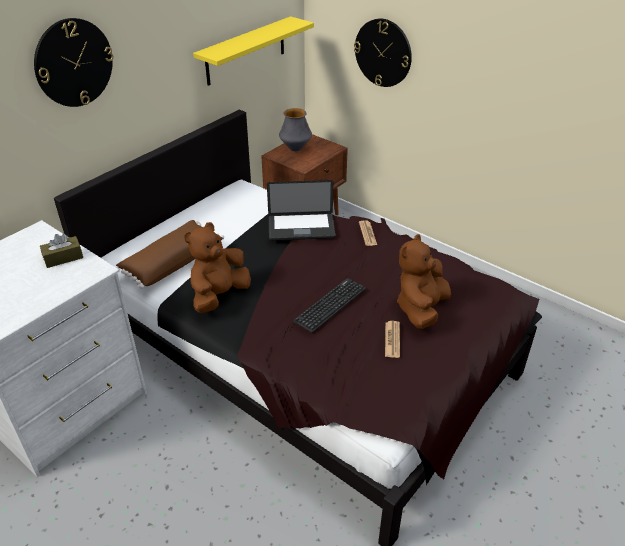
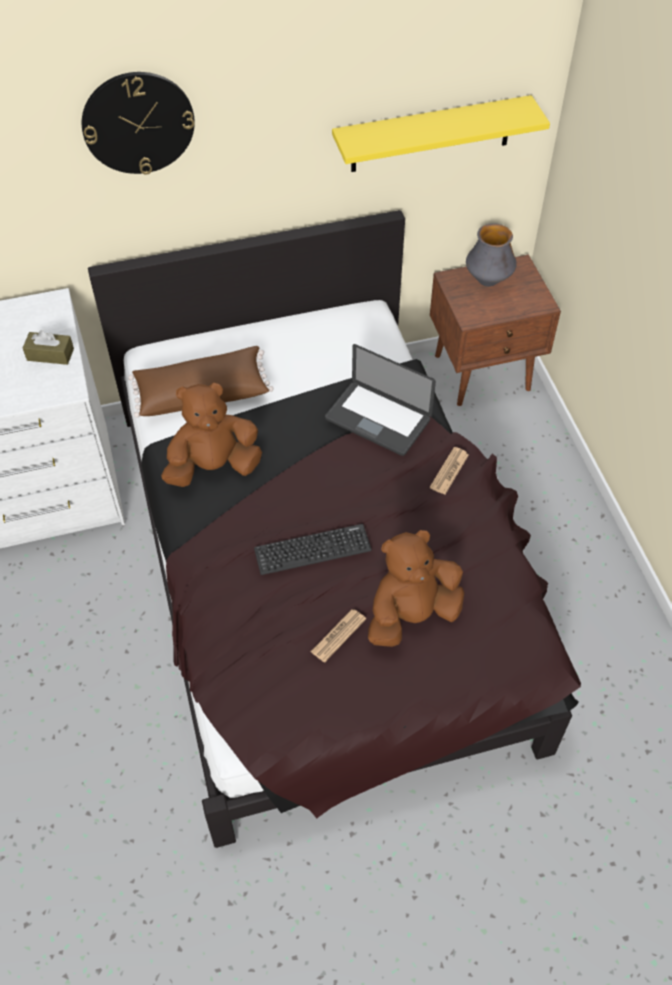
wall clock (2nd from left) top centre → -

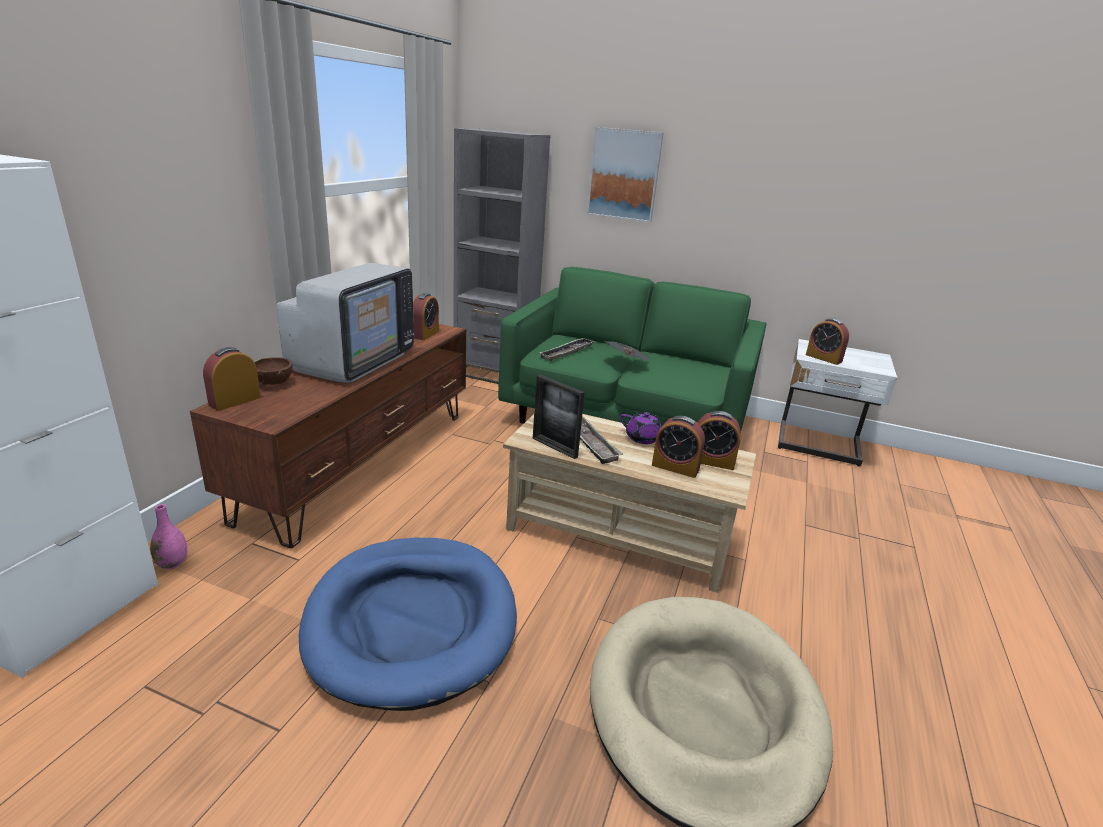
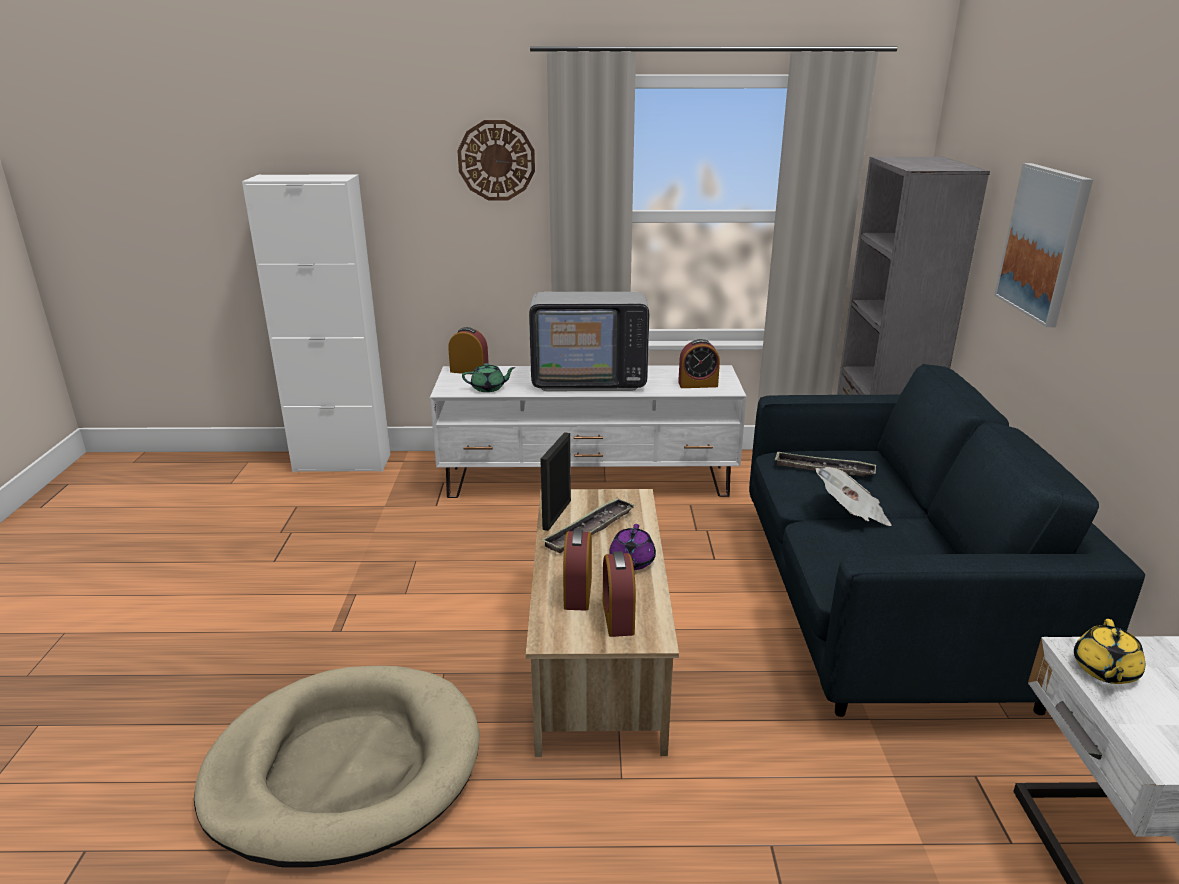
sofa/green centre → sofa/blue middle right
alarm clock (5th from left) middle right → teapot/yellow bottom right
tv stand/brown middle left → tv stand/white centre
bowl/brown middle left → -
vase/pink middle left → -
dog bed/blue bottom centre → -
- → wall clock top centre
- → teapot/green centre

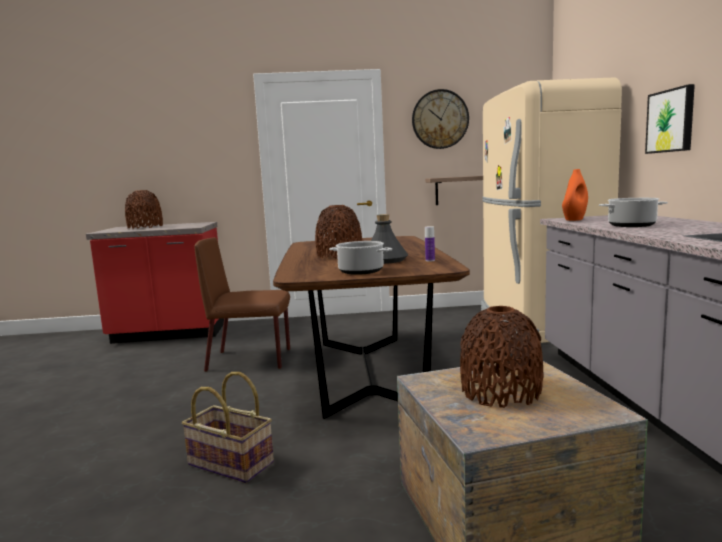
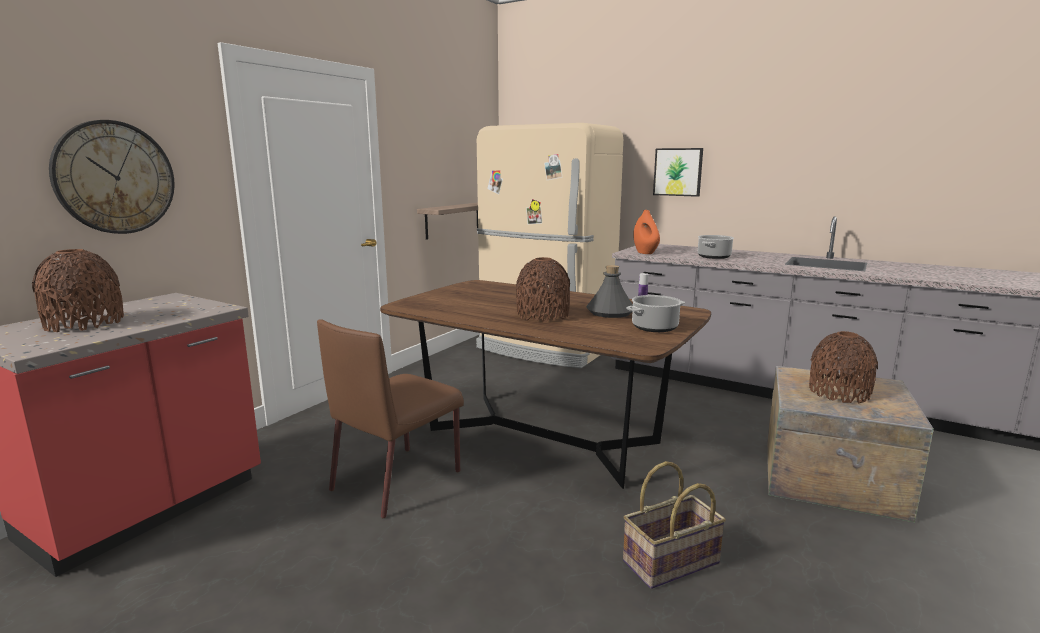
wall clock top centre → wall clock top left, moved

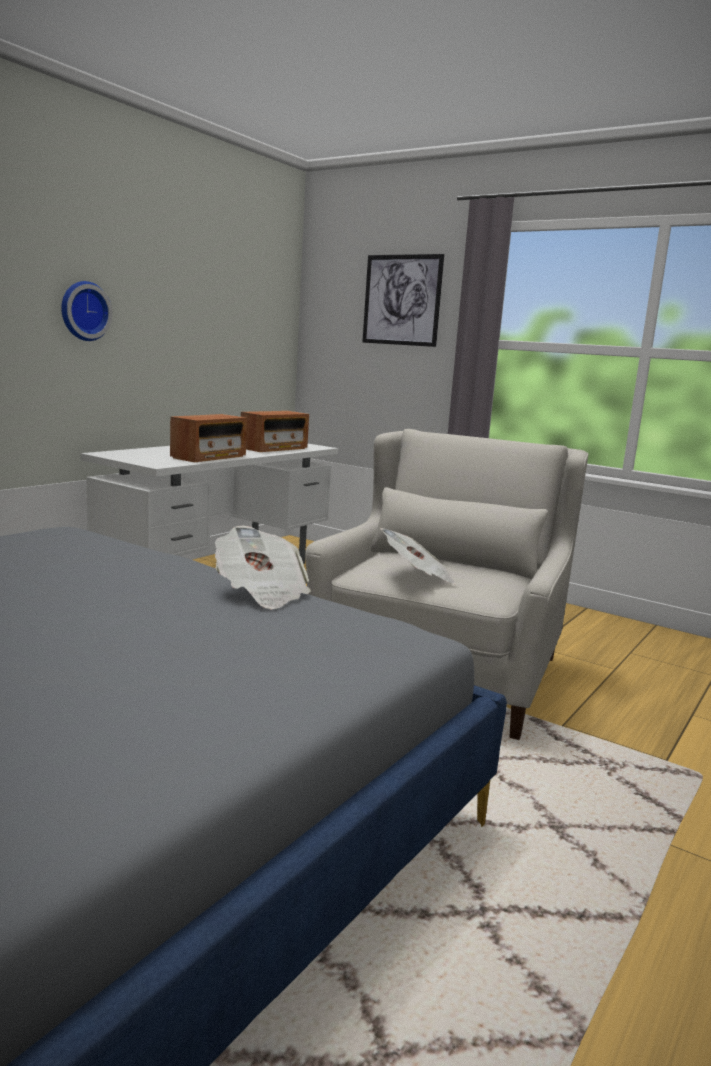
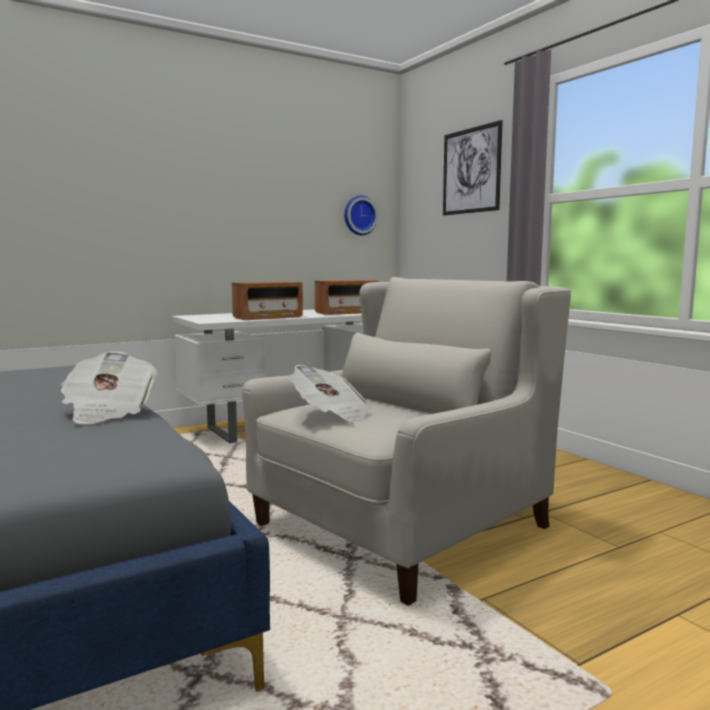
wall clock top left → wall clock top centre, moved

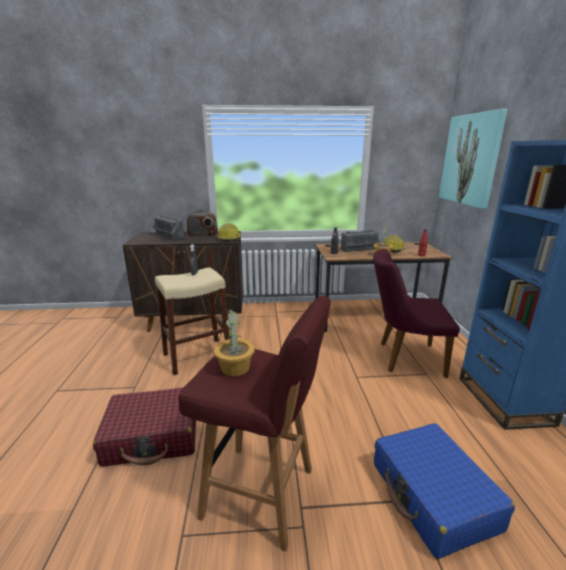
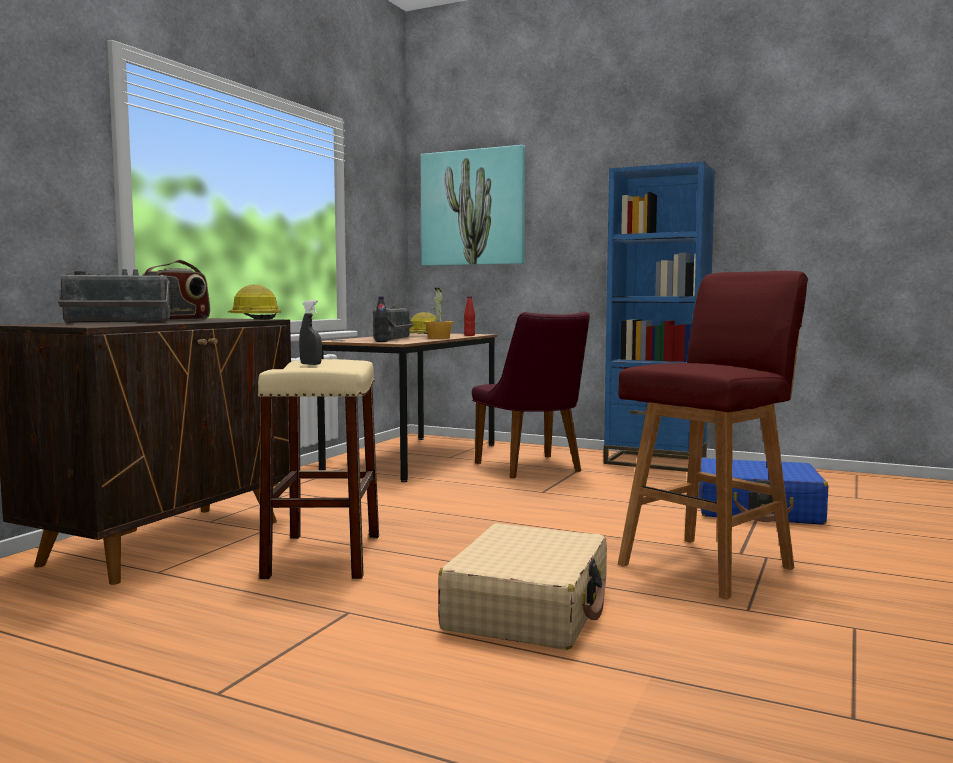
chair/purple middle right → chair/purple centre, 60 degrees counterclockwise
potted plant (1st from left) centre → -
suitcase/red bottom left → suitcase/beige bottom centre

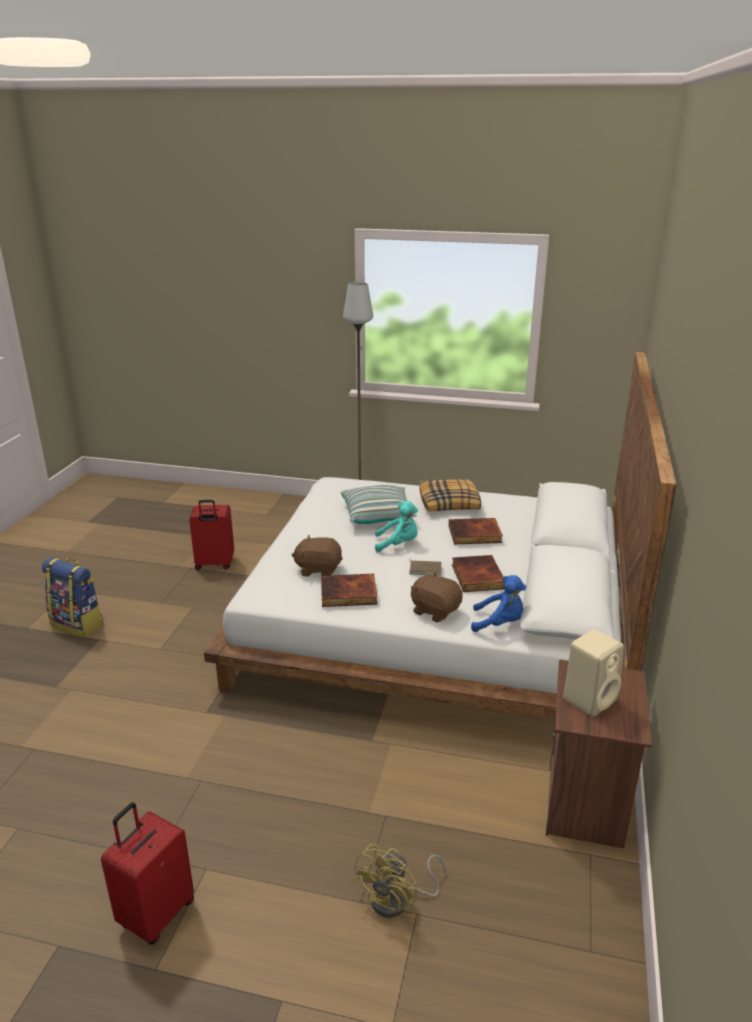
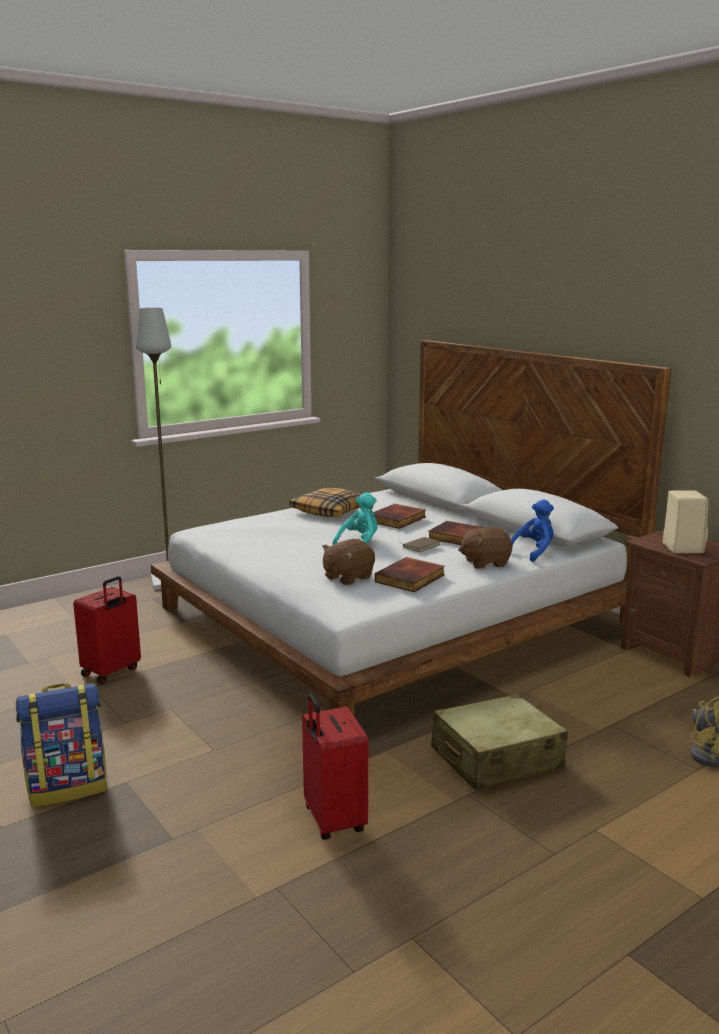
pillow (1st from left) centre → -
suitcase/red (1st from left in the first image) bottom left → suitcase/red (2nd from left) bottom centre, moved
- → suitcase/beige bottom right

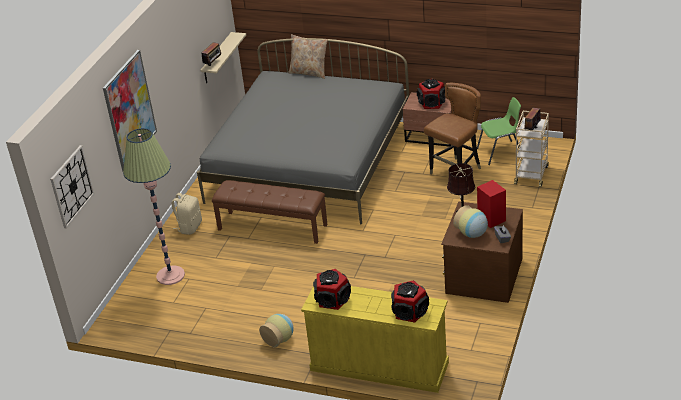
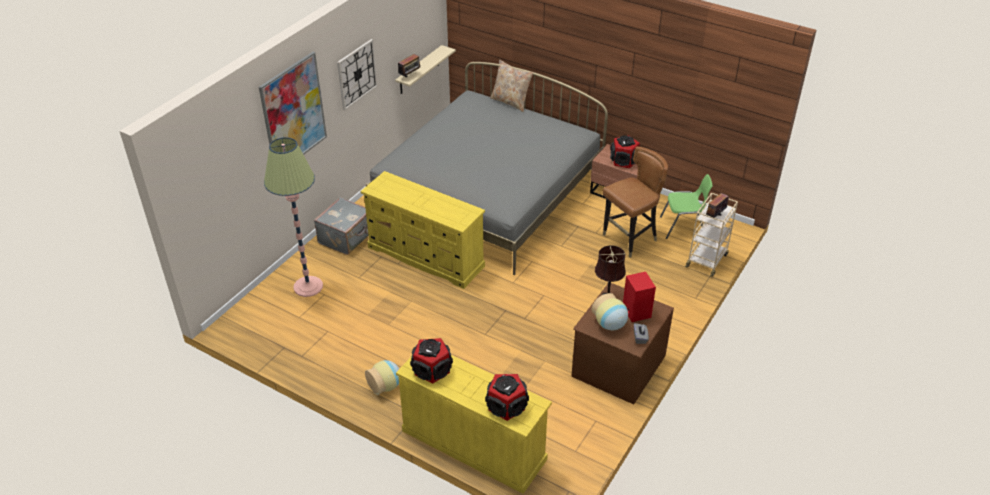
wall clock middle left → wall clock top centre, moved
bench/brown centre → dresser/yellow (1st from left) centre
backpack/beige middle left → suitcase/grey centre

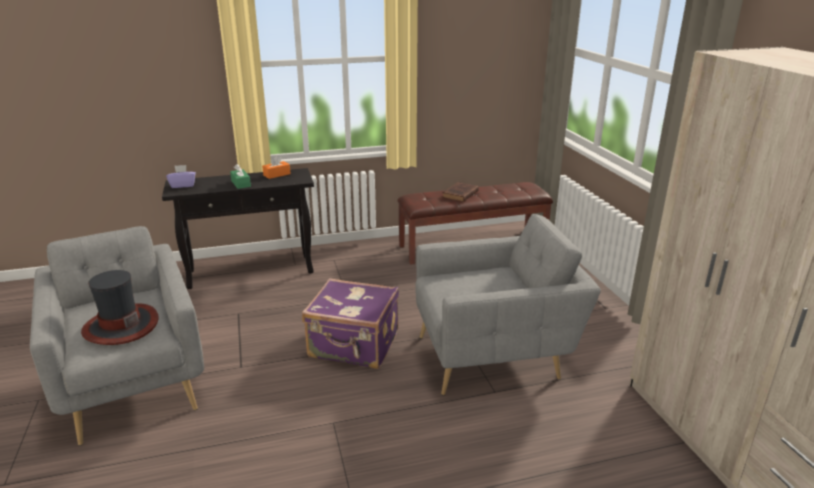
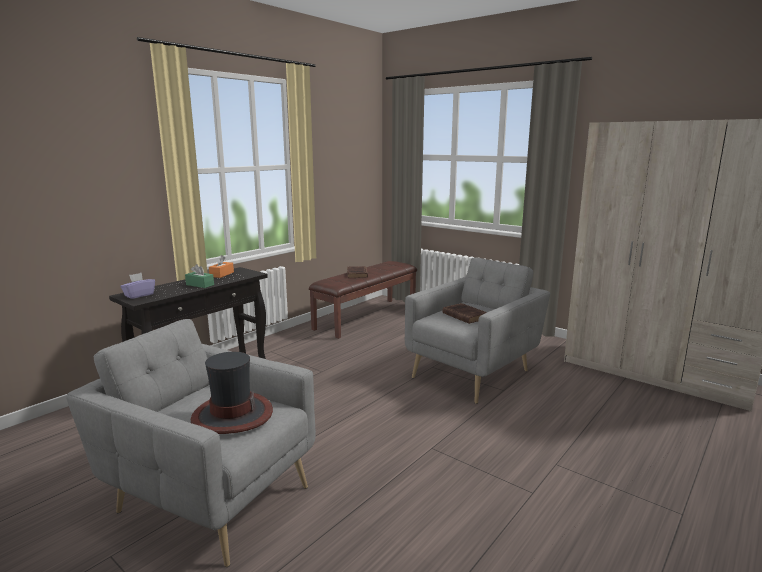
suitcase/purple centre → -
- → book/brown (2nd from left) centre

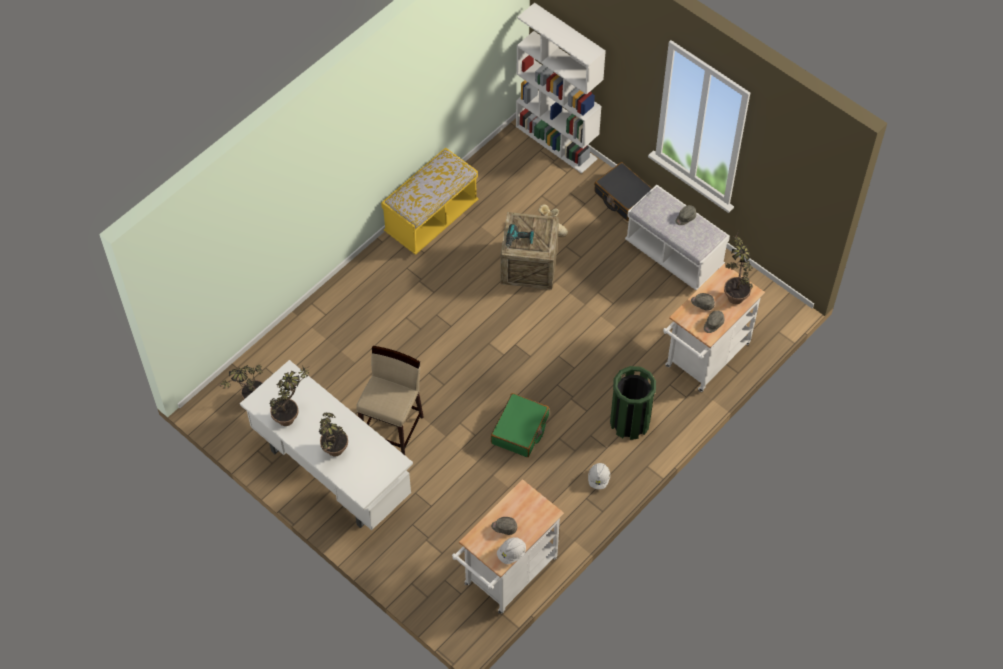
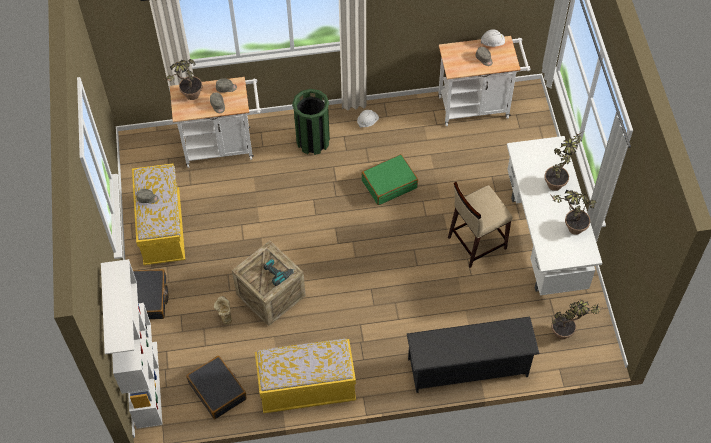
bench/white middle right → bench/yellow (1st from left) middle left
- → shoe rack/black bottom centre
- → suitcase/black (2nd from left) bottom left

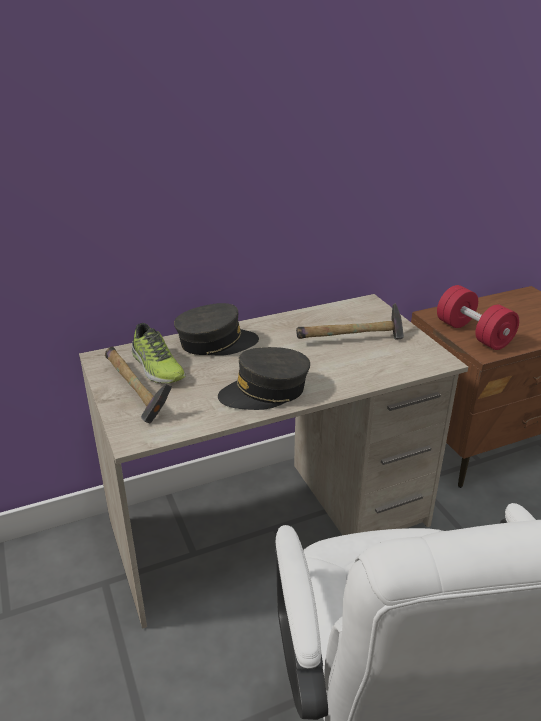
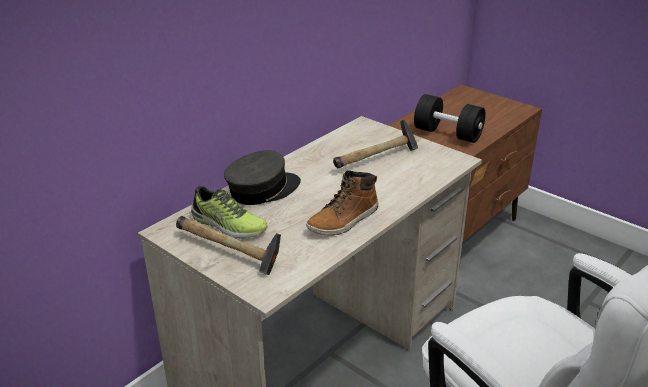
dumbbell/red middle right → dumbbell/black top right
cap/grey (2nd from left) centre → boot centre

